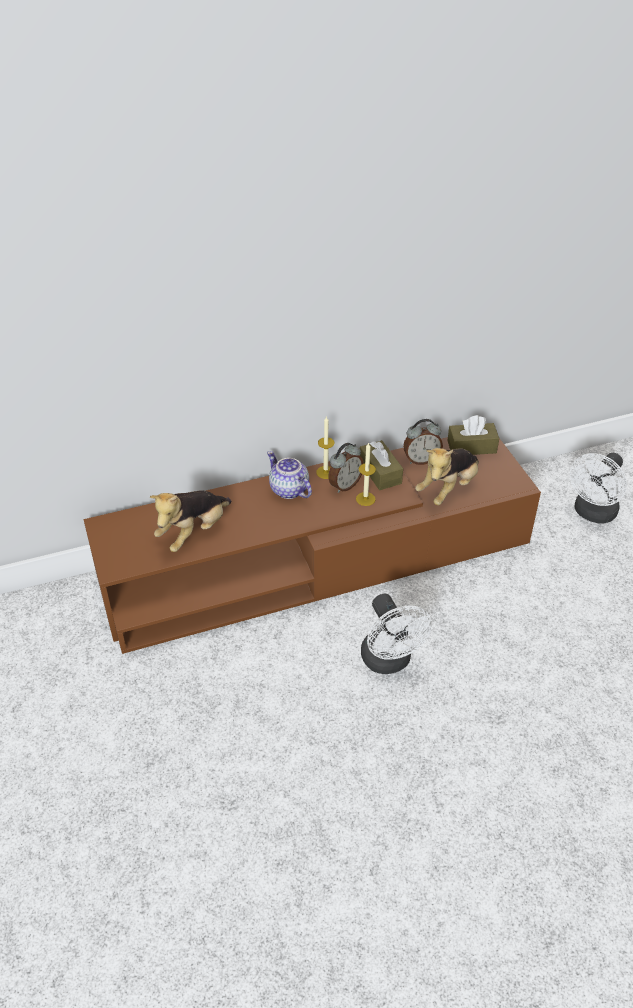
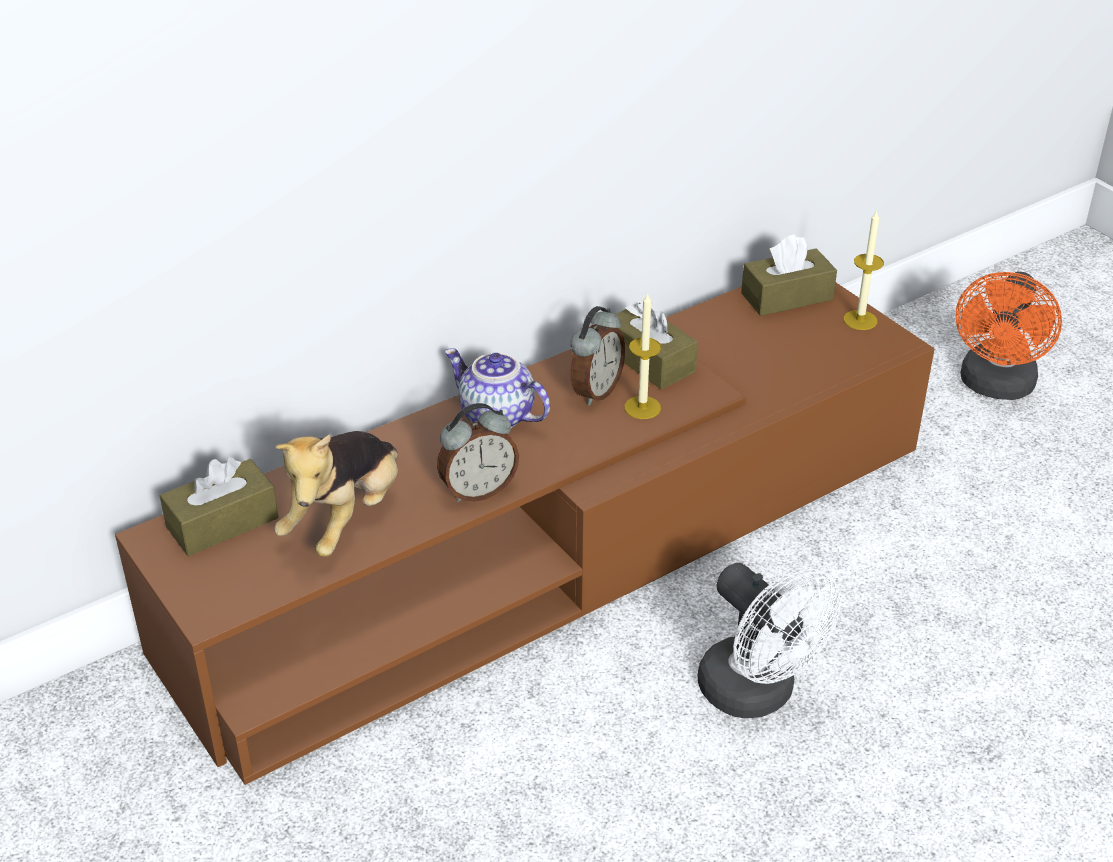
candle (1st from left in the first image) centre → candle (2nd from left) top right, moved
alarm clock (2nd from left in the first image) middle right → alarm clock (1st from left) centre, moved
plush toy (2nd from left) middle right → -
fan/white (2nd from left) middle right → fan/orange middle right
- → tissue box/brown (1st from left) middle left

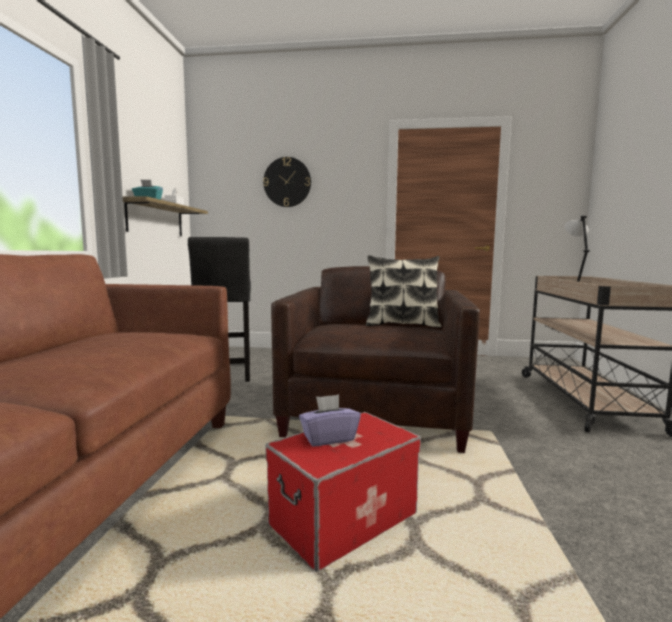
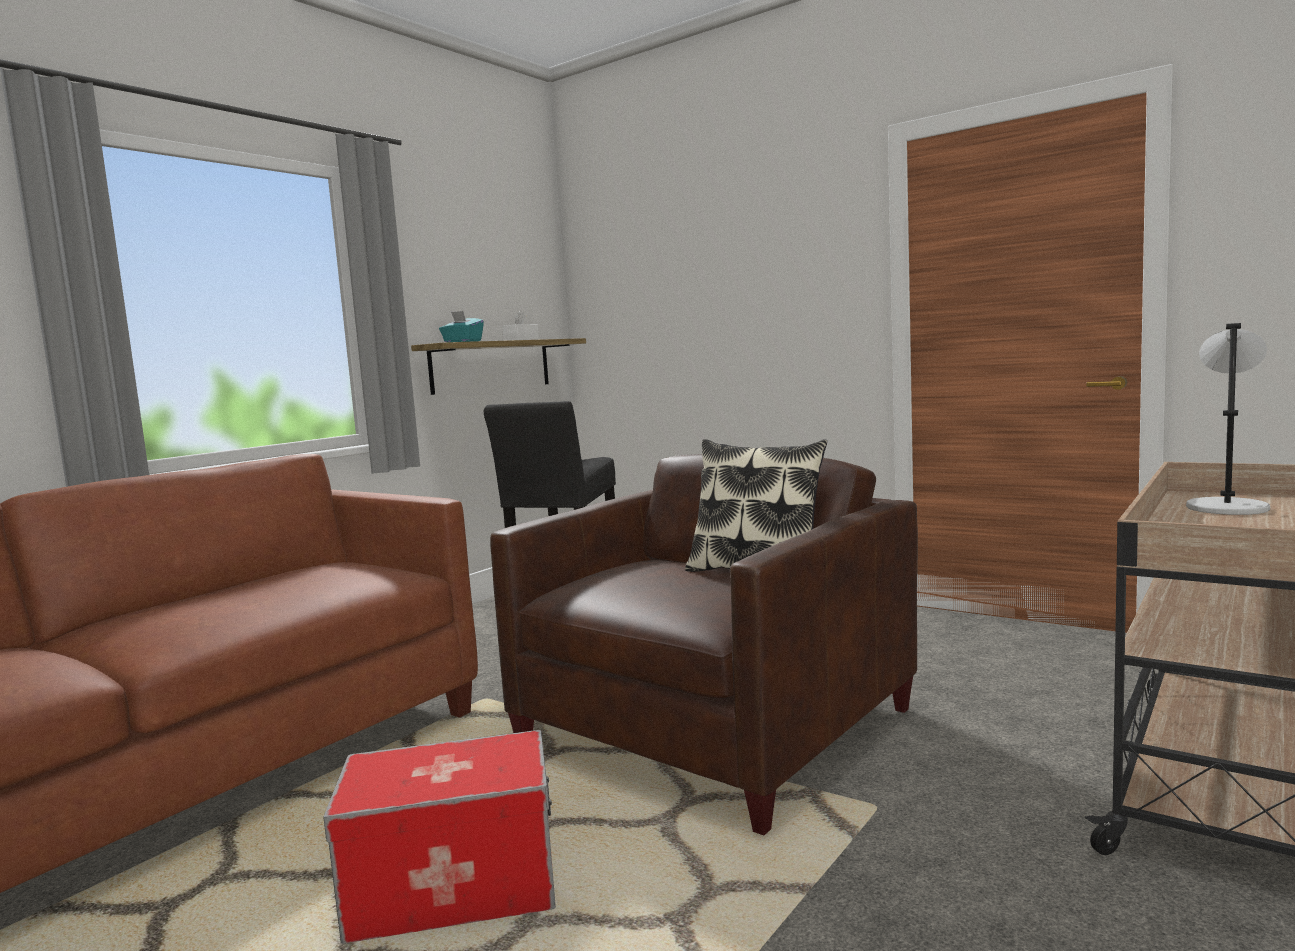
wall clock top centre → -
tissue box/purple bottom centre → -

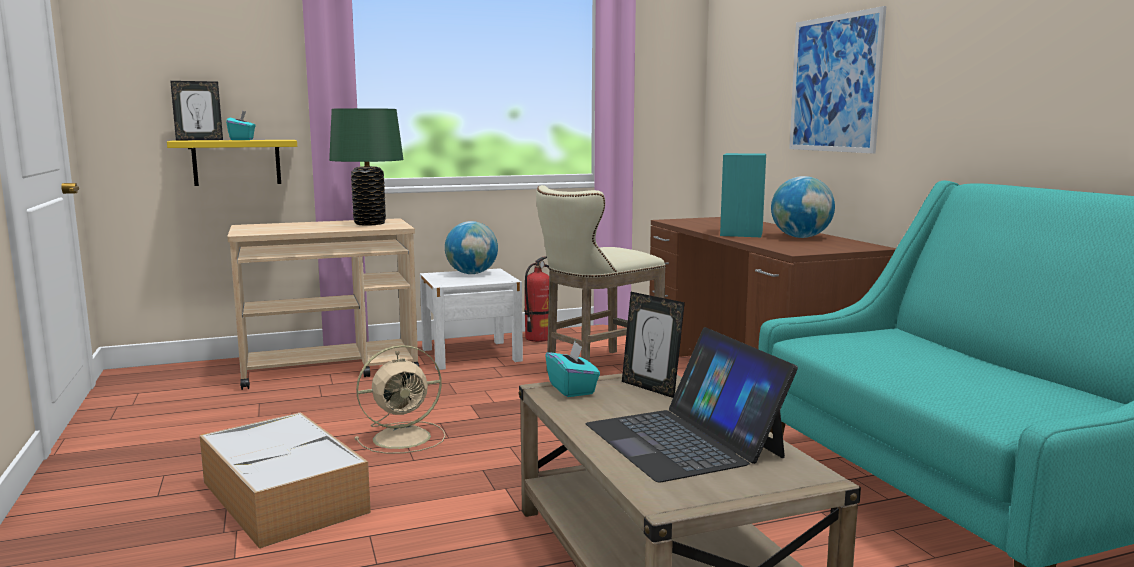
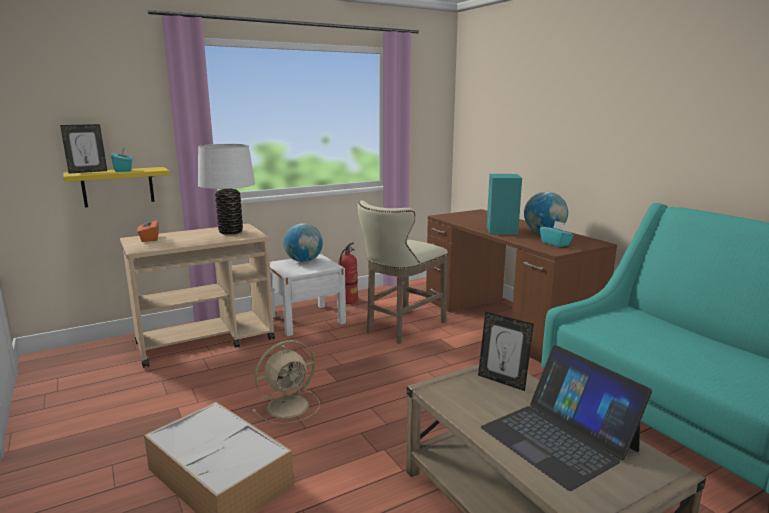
picture top right → -
table lamp/green top left → table lamp/white middle left
tissue box/turquoise (2nd from left) centre → tissue box/turquoise (2nd from left) middle right, moved
- → tissue box/orange middle left

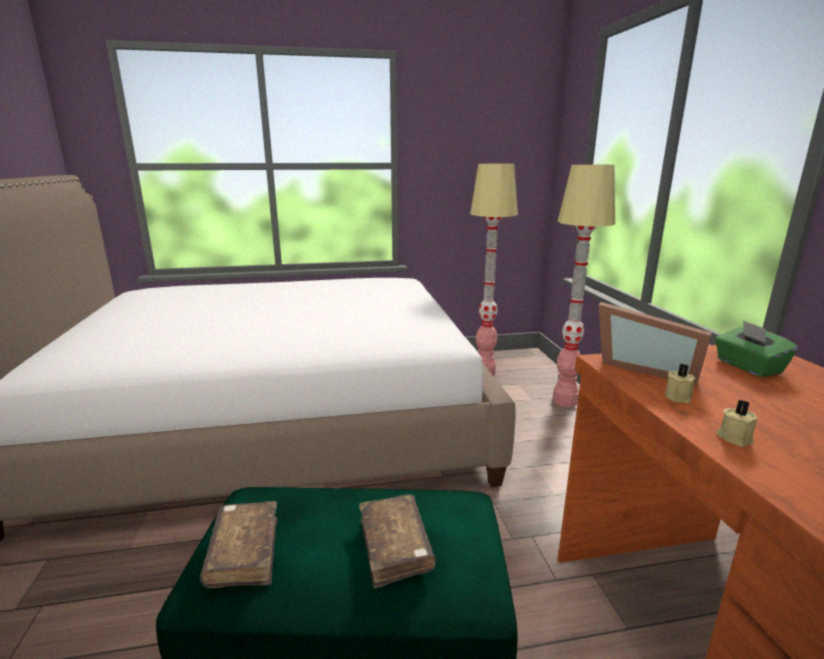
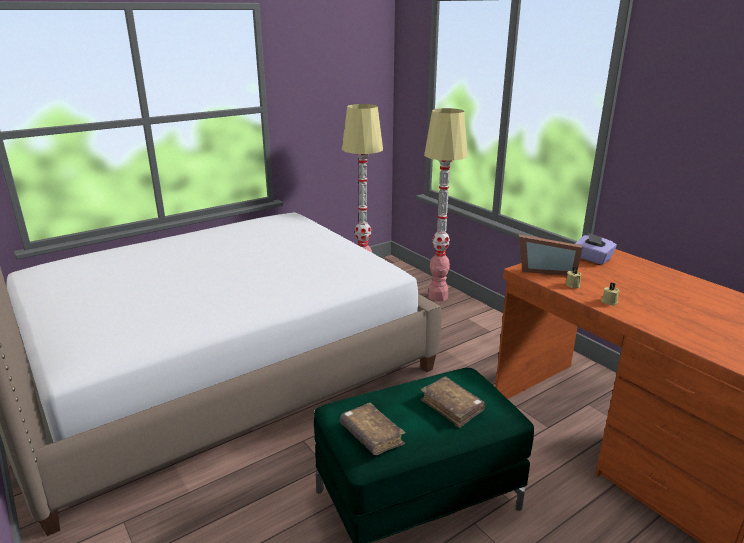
tissue box/green middle right → tissue box/purple middle right

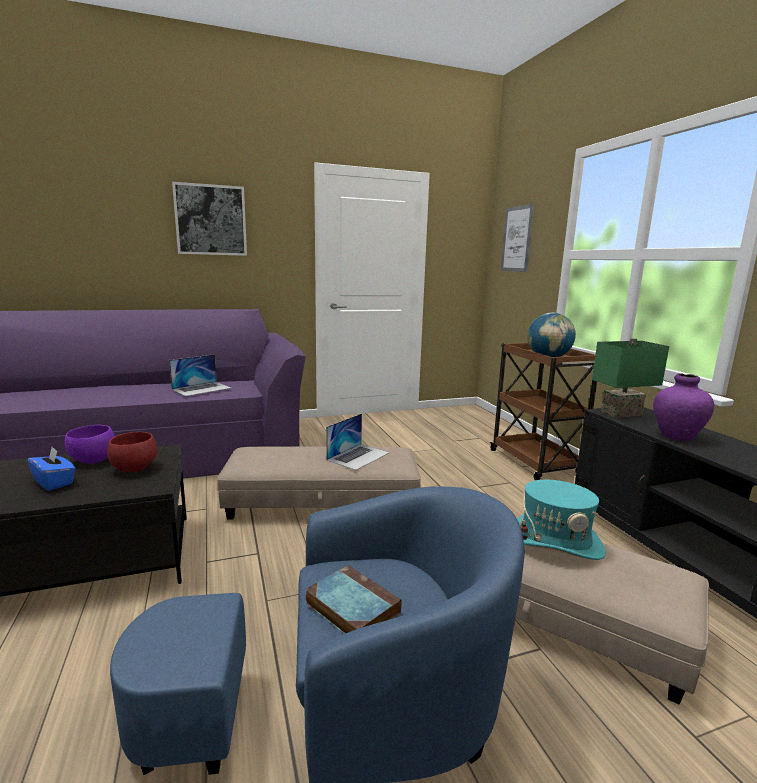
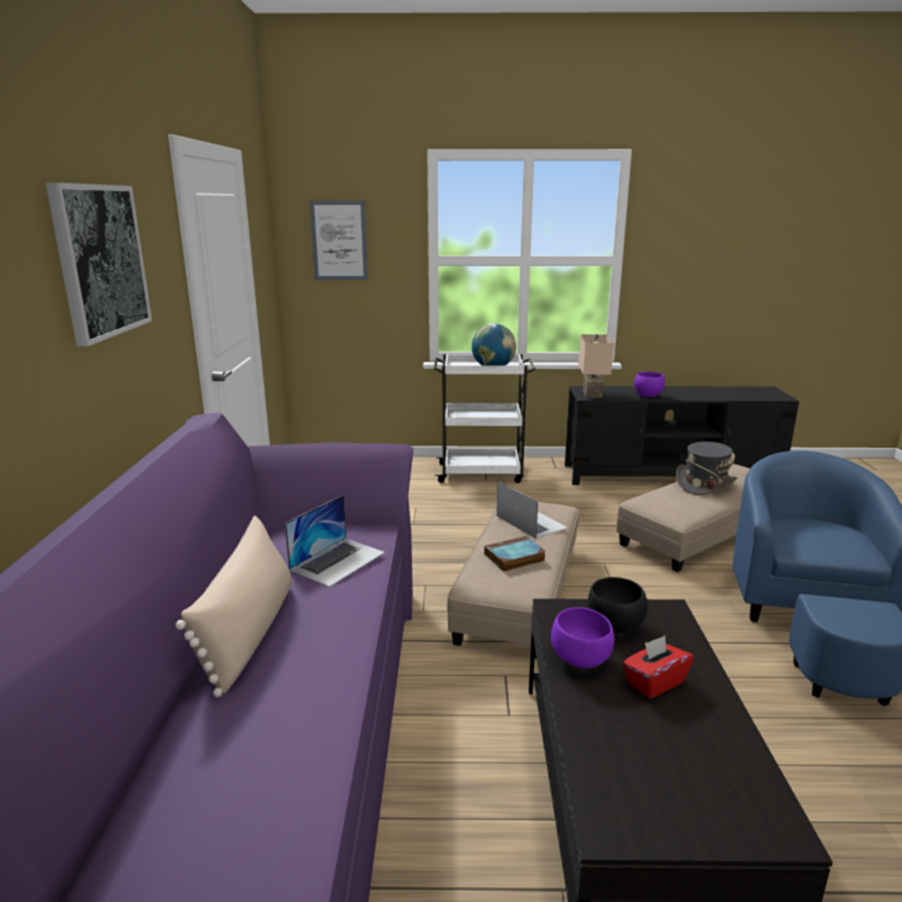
table lamp/green middle right → table lamp/beige centre
cart/brown middle right → cart/white centre
laptop (1st from left) middle left → laptop (1st from left) centre, 60 degrees clockwise
vase/purple middle right → bowl/purple (2nd from left) middle right
bowl/red middle left → bowl/black bottom right
tissue box/blue middle left → tissue box/red bottom right
hat/turquoise middle right → hat/grey middle right
book bottom centre → book centre, moved
- → pillow/beige bottom left

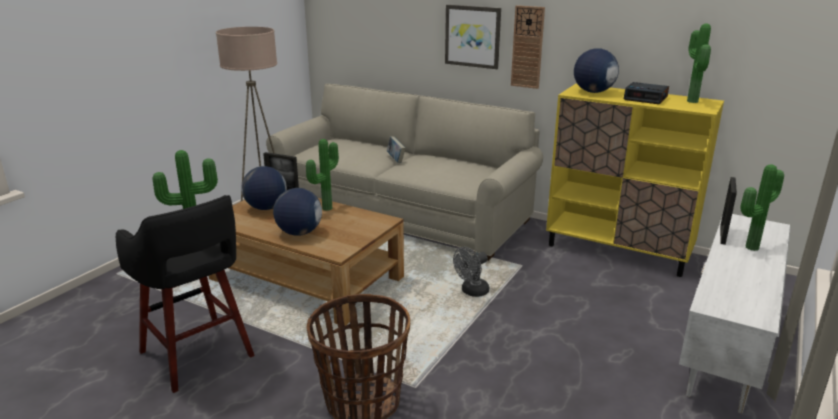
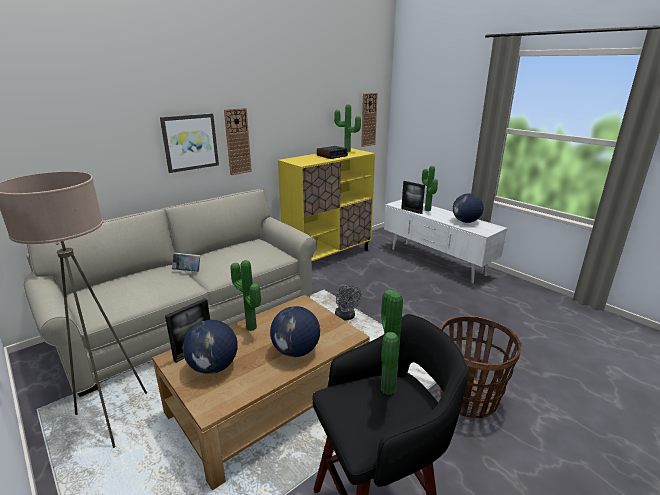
globe (3rd from left) top right → globe (3rd from left) middle right, moved
- → wall clock (2nd from left) top centre

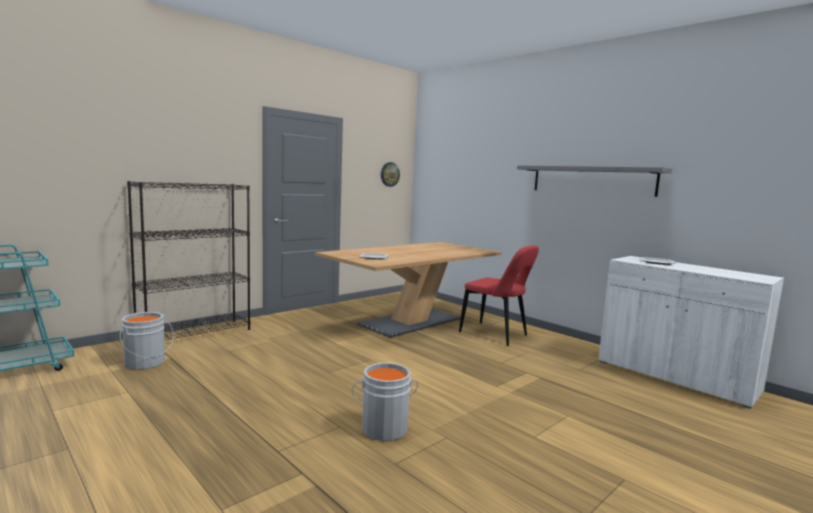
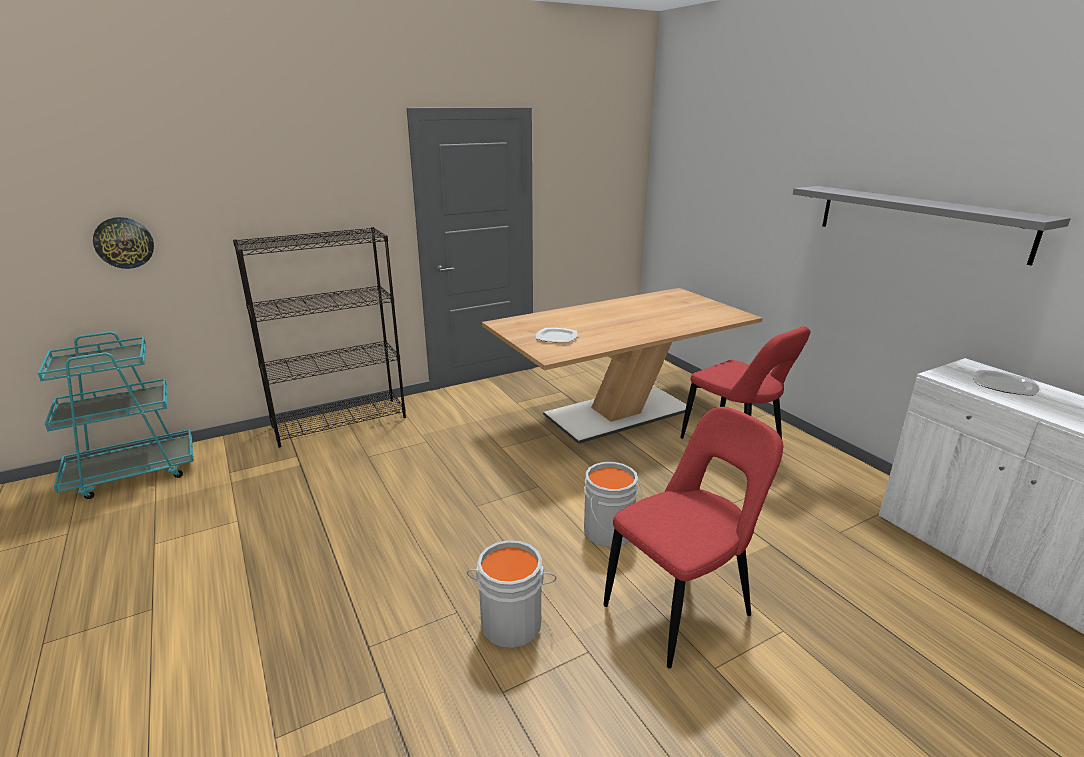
wall clock centre → wall clock top left, moved
bucket/grey (1st from left in the first image) middle left → bucket/grey (2nd from left) centre, moved
- → chair/red (1st from left) bottom centre

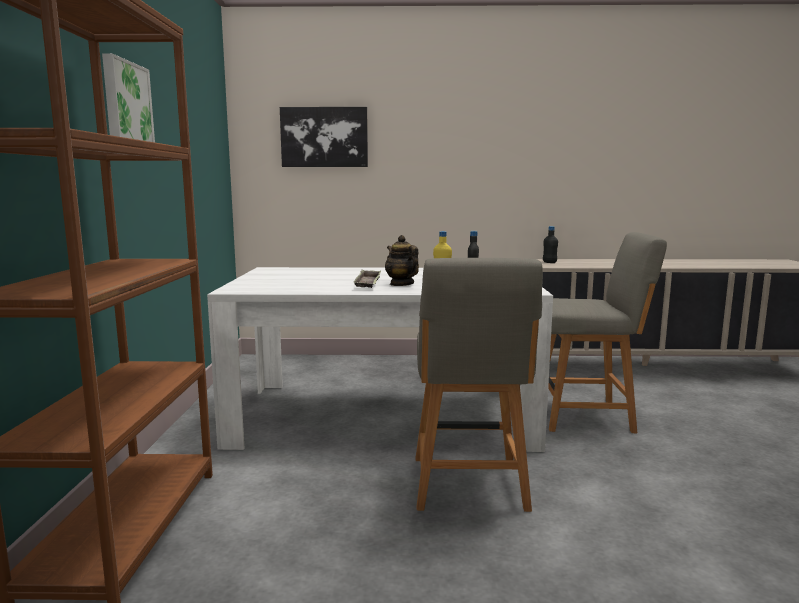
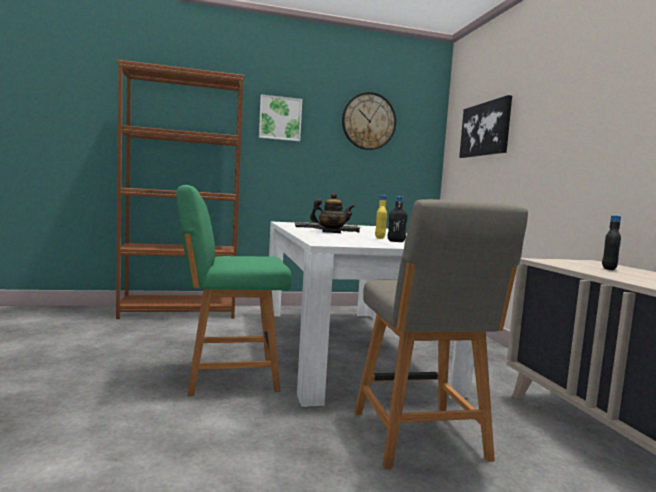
teapot centre, 45 degrees clockwise
chair/grey (1st from left) centre → chair/green centre
- → wall clock top centre

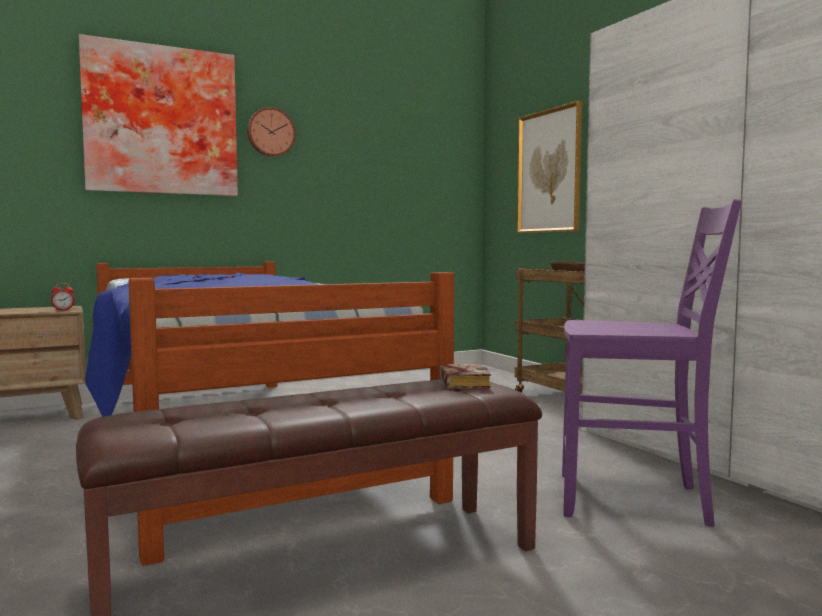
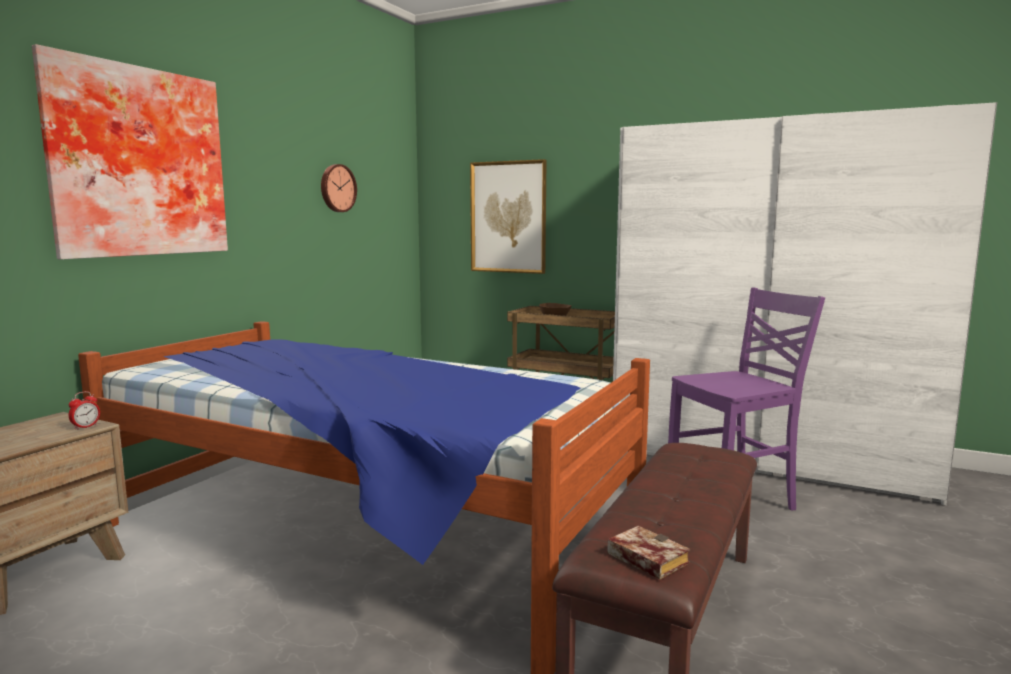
wall clock top left → wall clock top centre, moved
book centre → book bottom centre, moved

